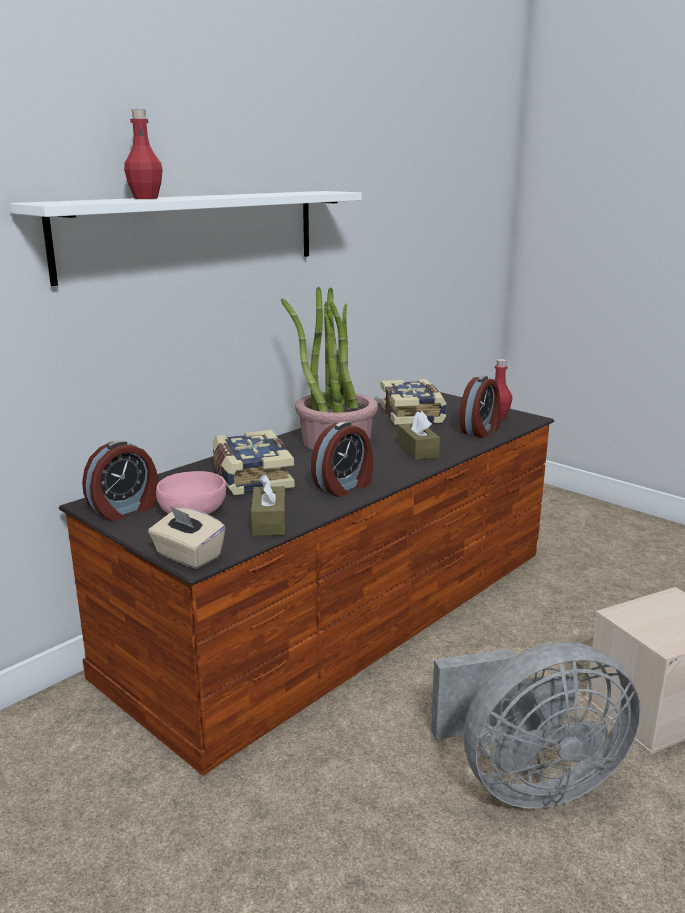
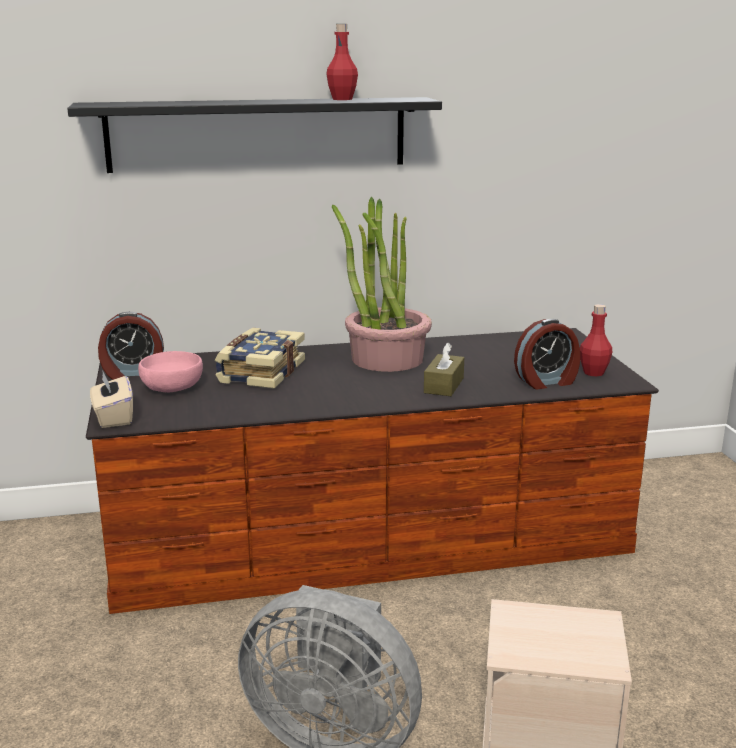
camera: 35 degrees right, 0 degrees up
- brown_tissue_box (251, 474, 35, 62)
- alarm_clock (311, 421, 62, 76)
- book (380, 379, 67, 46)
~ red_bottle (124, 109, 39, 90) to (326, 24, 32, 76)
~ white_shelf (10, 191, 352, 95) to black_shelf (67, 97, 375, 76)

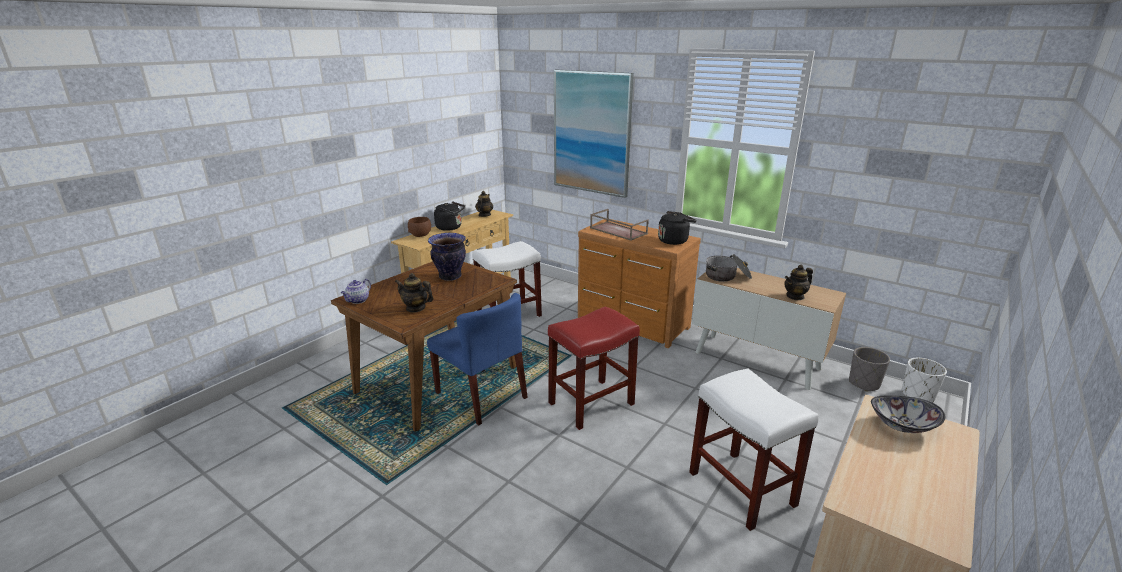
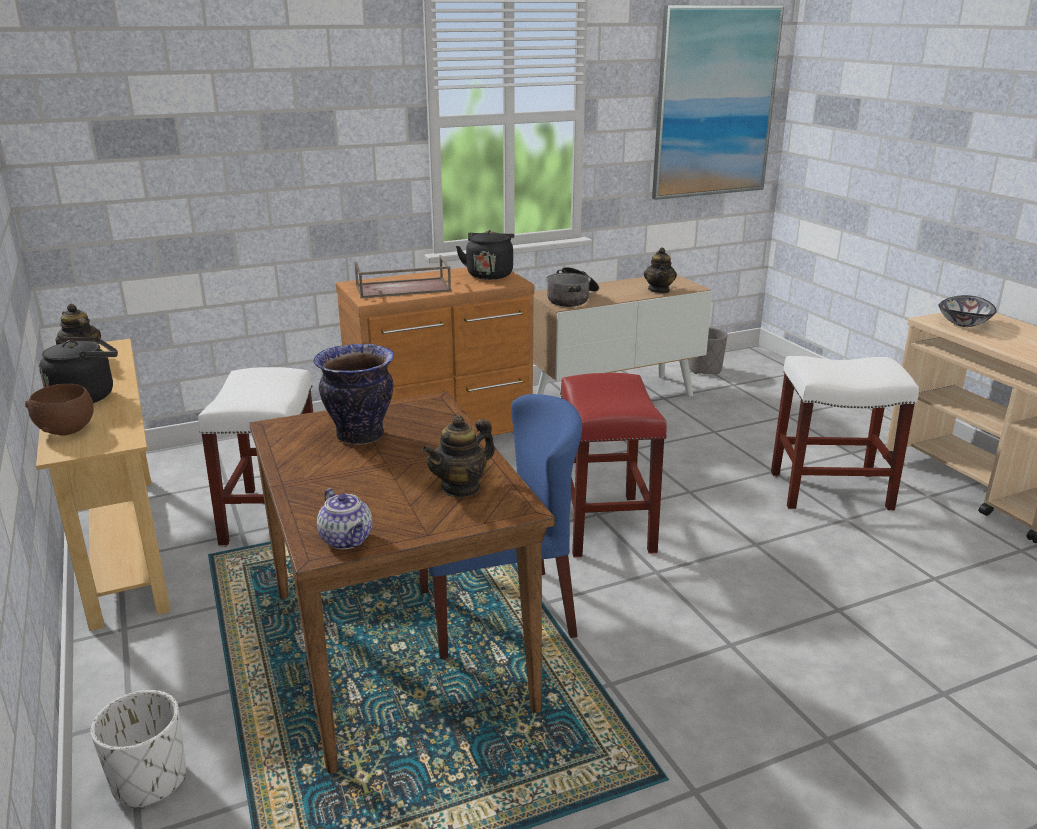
camera: 60 degrees left, 0 degrees up
~ picture (554, 70, 80, 128) to (652, 5, 132, 195)
~ white_planter (902, 358, 45, 45) to (91, 690, 95, 119)

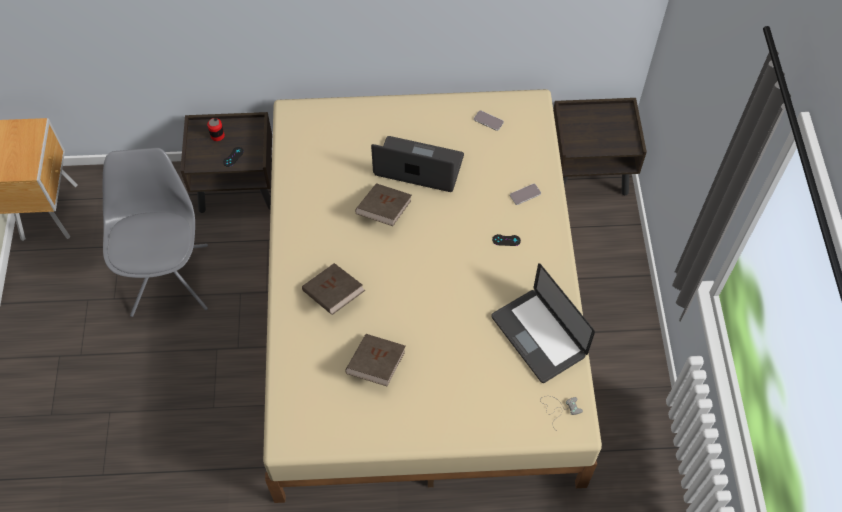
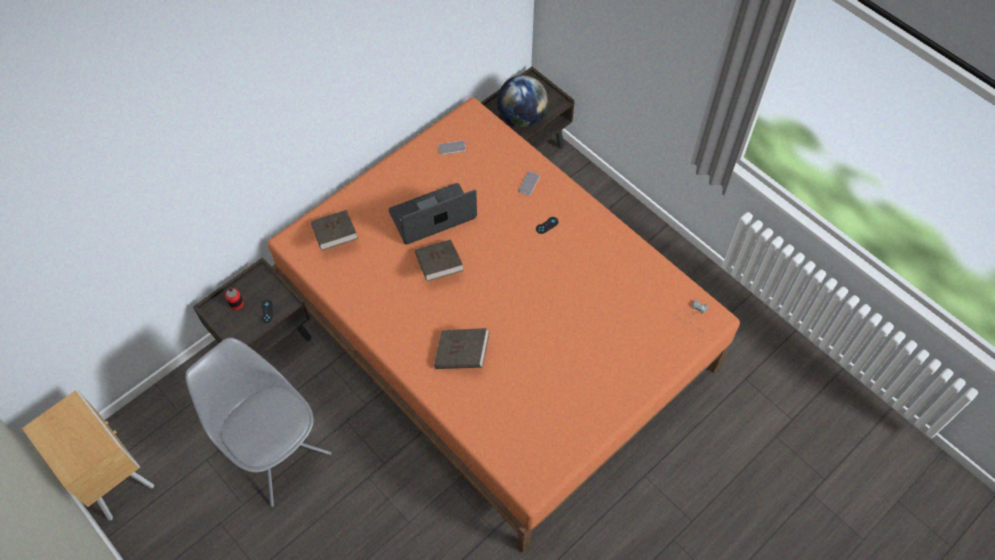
camera: 40 degrees left, 0 degrees up
- laptop (491, 263, 104, 120)
+ globe (497, 75, 51, 52)
~ brown_book (345, 334, 61, 53) to (311, 210, 47, 40)
~ beige_bed (263, 89, 339, 414) to orange_bed (268, 98, 472, 455)

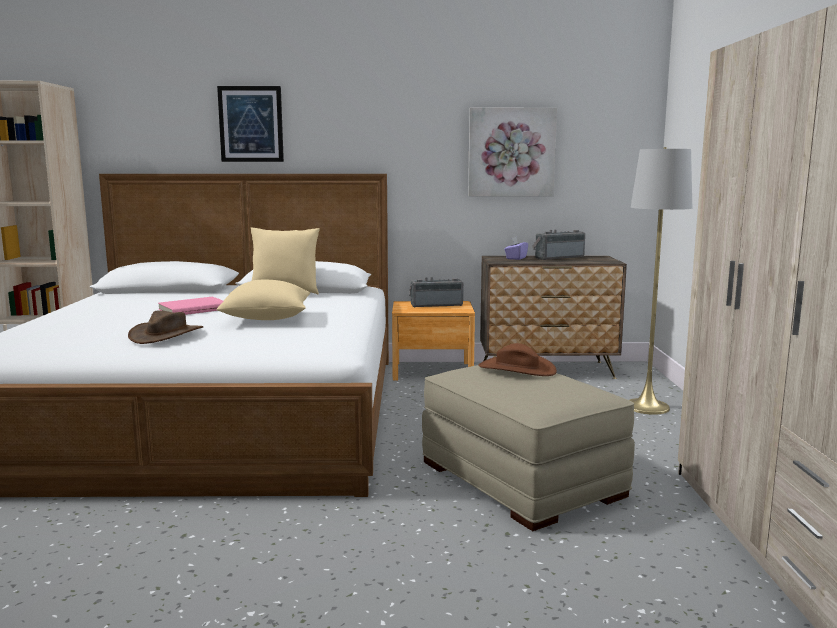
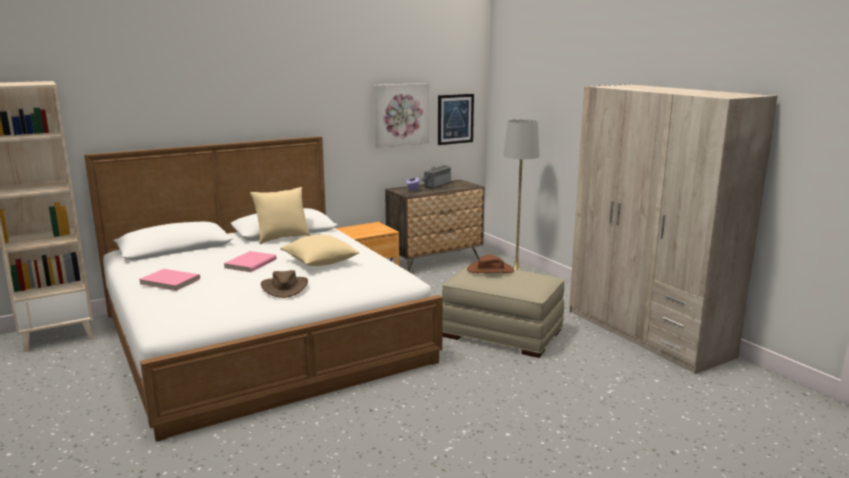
camera: 30 degrees left, 5 degrees up
- radio (409, 277, 54, 30)
+ pink_book (139, 269, 61, 22)
~ picture (217, 86, 67, 76) to (438, 94, 36, 51)

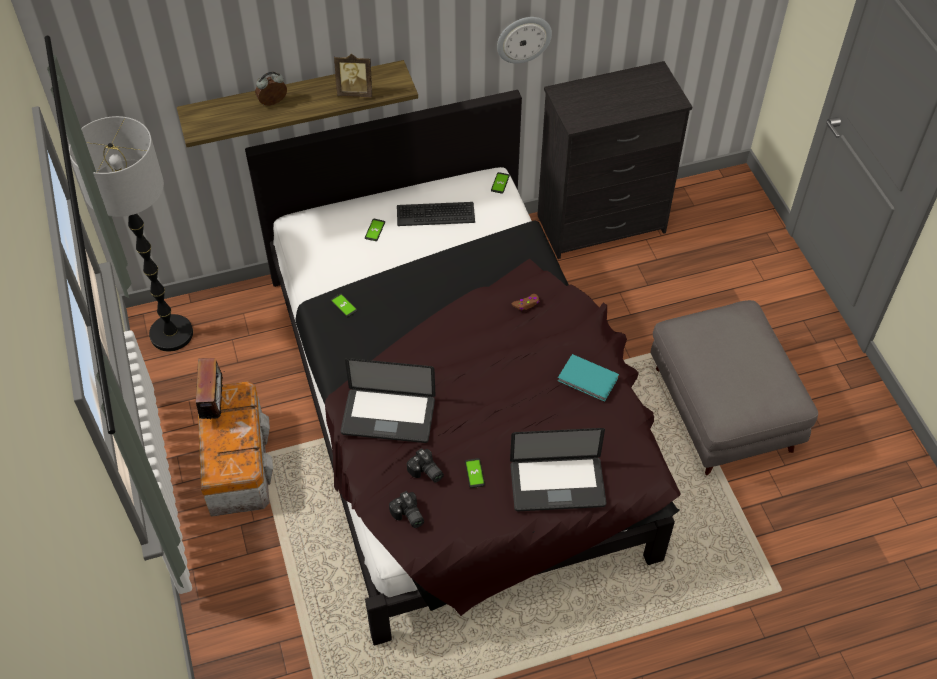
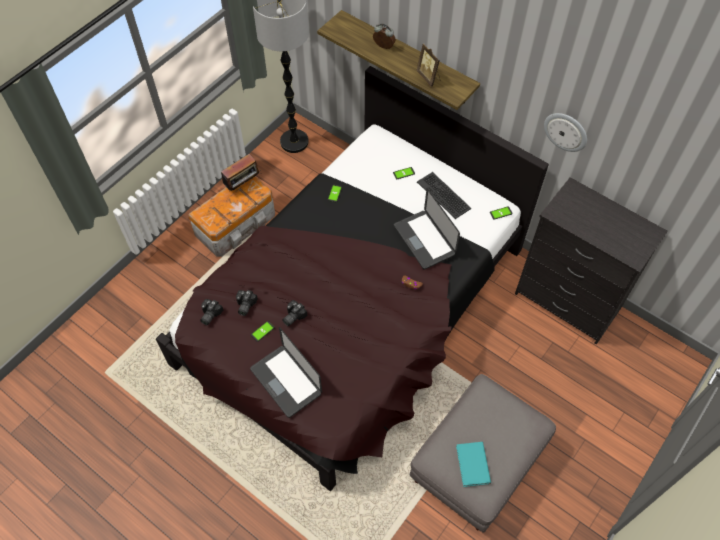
camera: 55 degrees right, 5 degrees up
+ photo_camera (282, 300, 25, 26)
~ laptop (341, 358, 95, 85) to (394, 189, 66, 81)
~ turquoise_book (558, 354, 61, 48) to (456, 442, 35, 45)

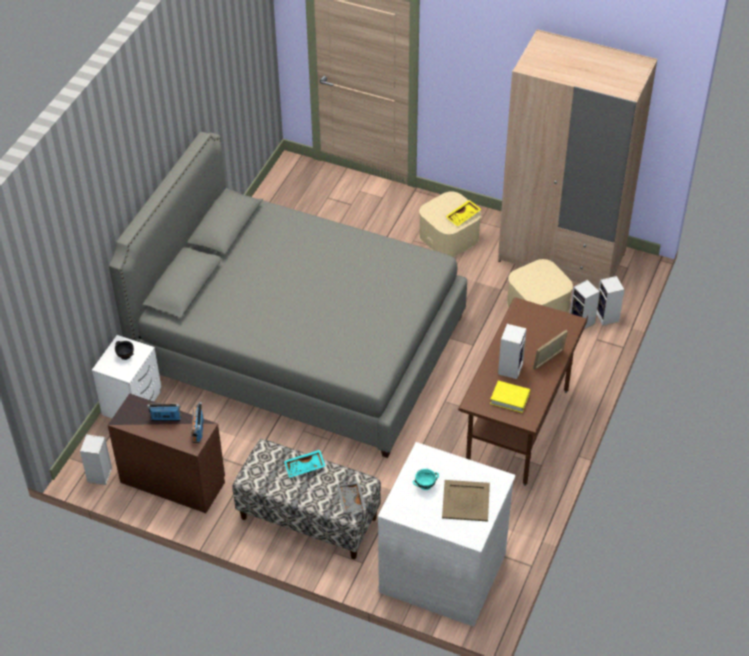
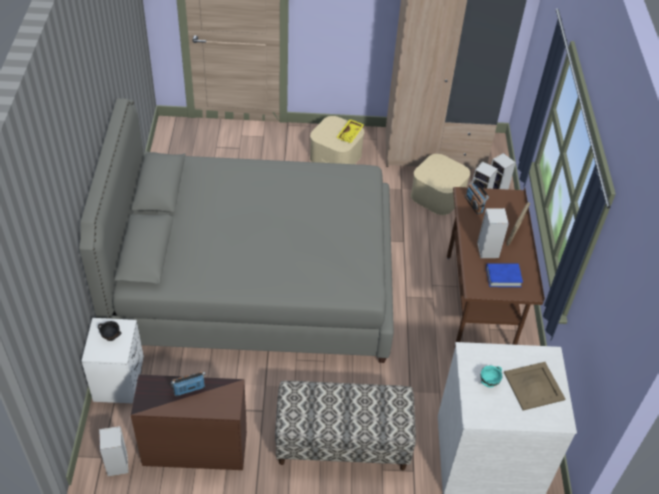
camera: 25 degrees left, 0 degrees up
- turquoise_tray (284, 450, 41, 28)
- grey_tray (337, 482, 29, 31)
~ radio (191, 402, 13, 41) to (465, 178, 24, 36)
~ yellow_book (490, 381, 40, 32) to blue_book (486, 263, 37, 24)

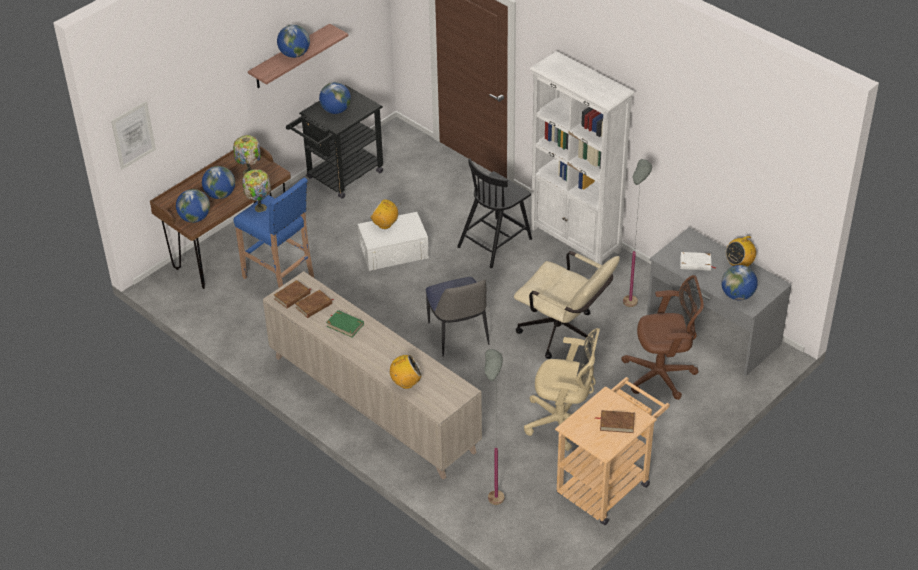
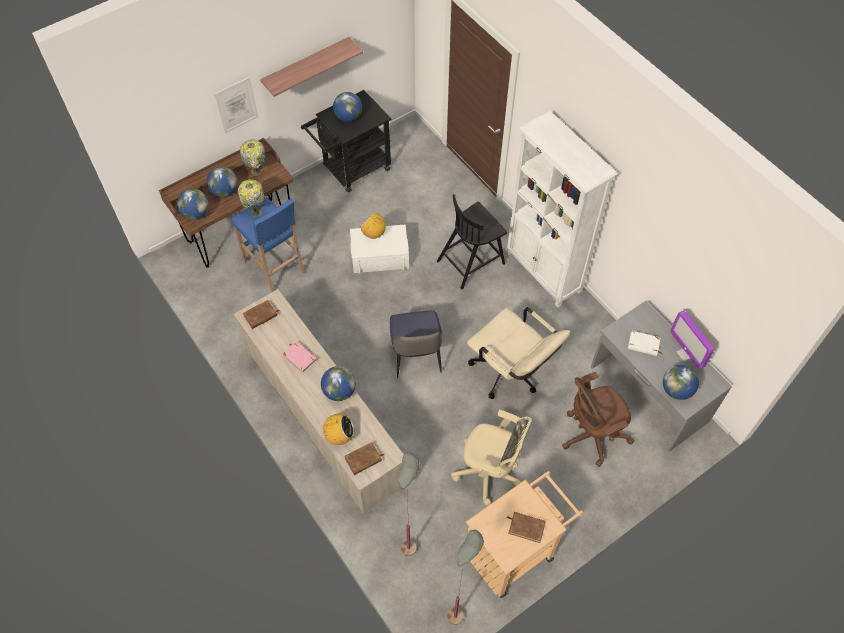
camera: 10 degrees right, 15 degrees up
~ picture (111, 101, 45, 69) to (214, 77, 44, 57)
~ globe (277, 25, 33, 33) to (321, 366, 35, 35)
~ brown_book (295, 290, 39, 28) to (344, 442, 40, 33)
~ grey_floor_lamp (623, 159, 29, 148) to (447, 529, 37, 96)
~ radio (725, 233, 31, 34) to monitor (670, 311, 44, 58)
~ green_book (326, 310, 38, 27) to pink_book (282, 341, 35, 32)
~ brown_office_chair (621, 275, 83, 125) = (562, 372, 73, 95) 150 degrees clockwise

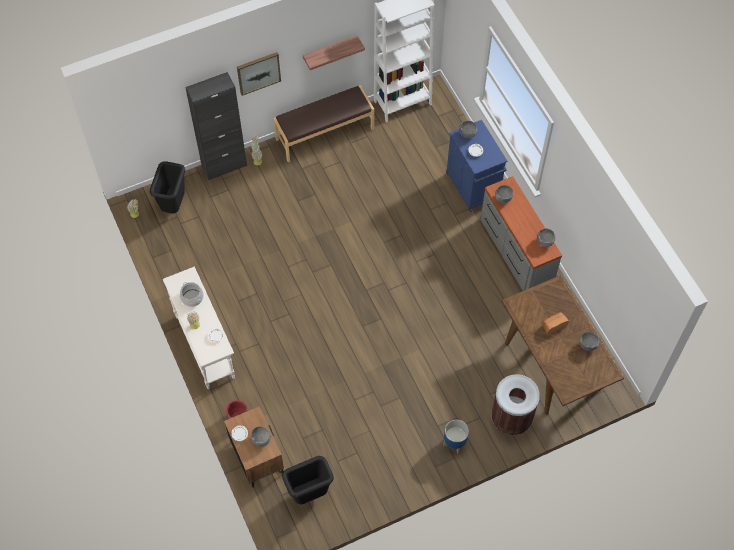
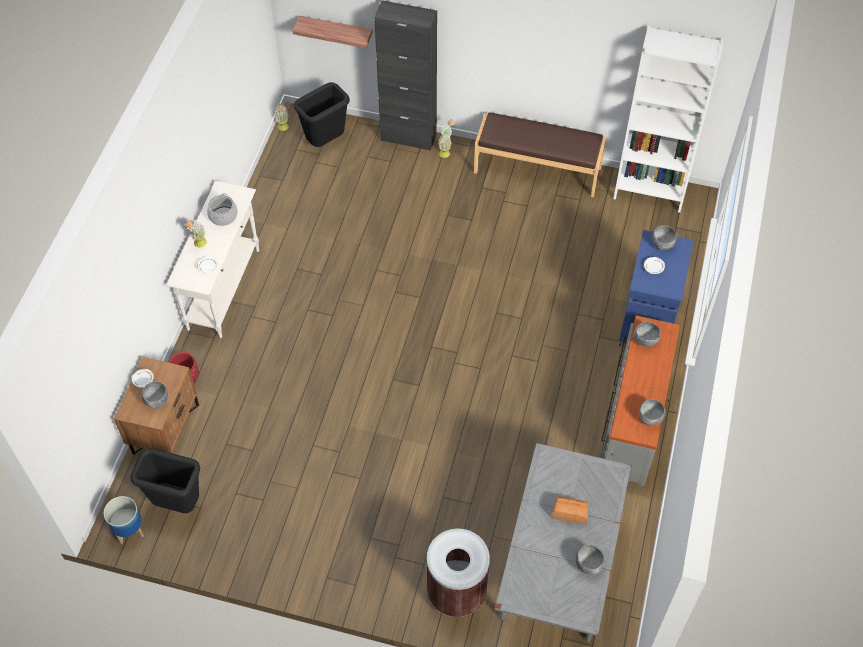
camera: 40 degrees right, 5 degrees down
- picture (237, 52, 44, 44)
~ shelf (303, 35, 62, 35) to (292, 16, 81, 32)
~ planter (443, 420, 26, 34) to (104, 496, 40, 48)
~ brown_dining_table (501, 275, 123, 140) to grey_dining_table (495, 443, 137, 199)

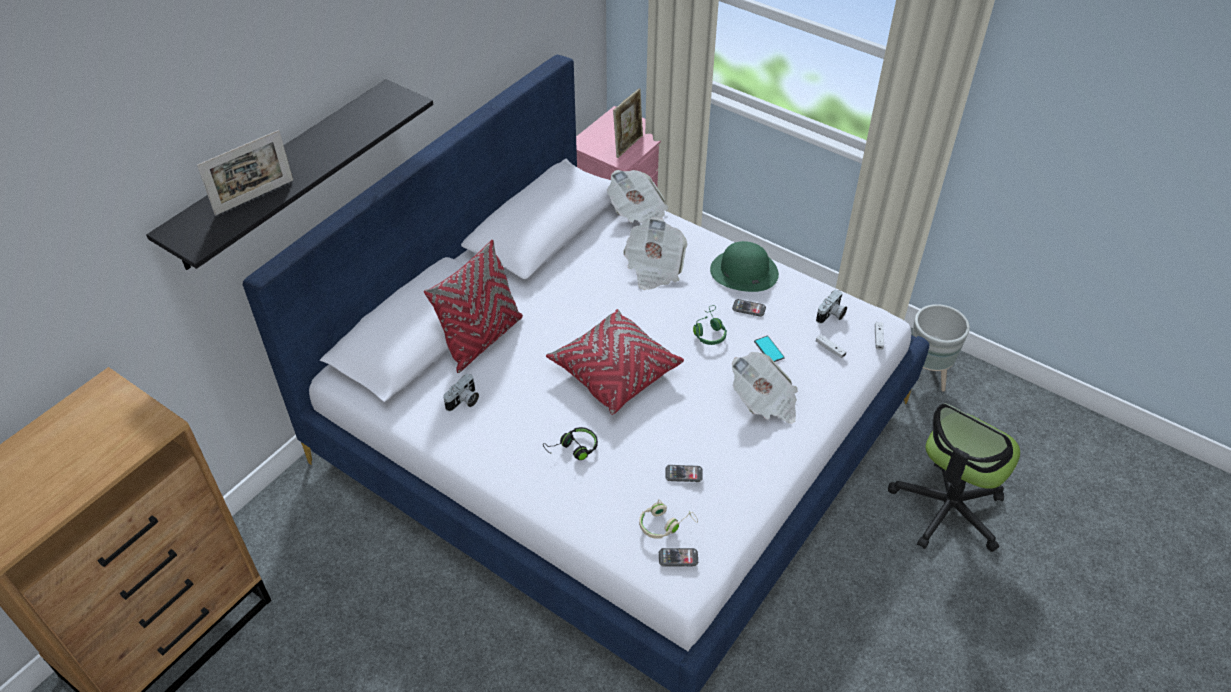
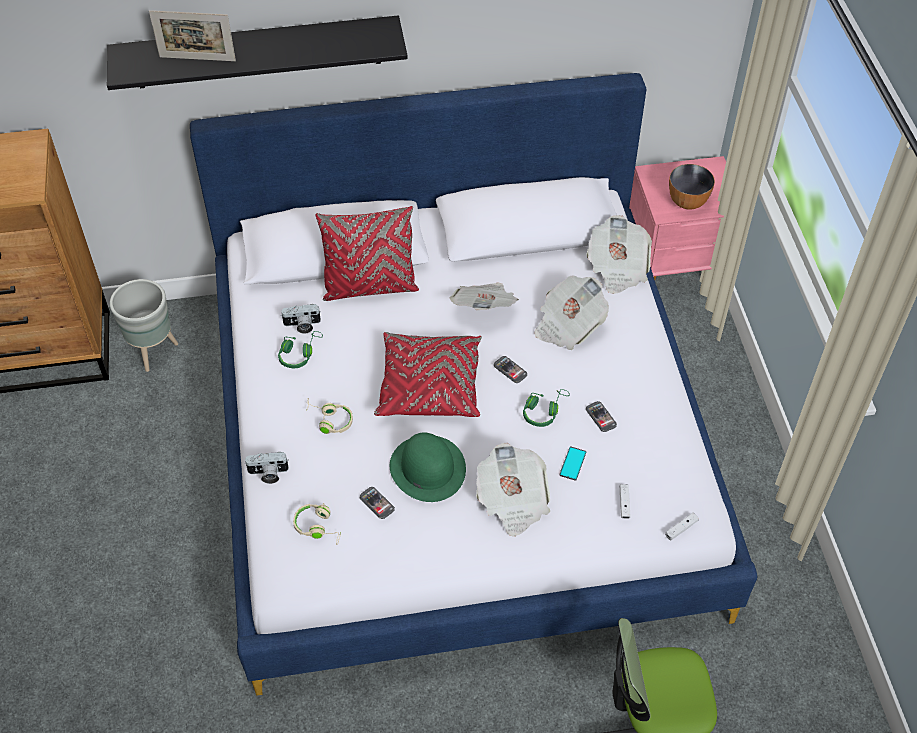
camera: 45 degrees right, 5 degrees up
+ green_headphones (278, 331, 45, 37)
+ newspaper (450, 283, 69, 27)
~ phone (659, 548, 39, 19) to (494, 356, 33, 27)
~ green_hat (710, 241, 69, 51) to (390, 433, 76, 69)
~ photo_camera (816, 289, 31, 35) to (244, 452, 45, 32)
~ grey_planter (912, 304, 58, 88) to (110, 279, 68, 93)
~ picture_frame (613, 88, 30, 70) to bowl (669, 164, 46, 45)
~ black_headphones (543, 427, 55, 33) to beige_headphones (306, 398, 47, 36)

